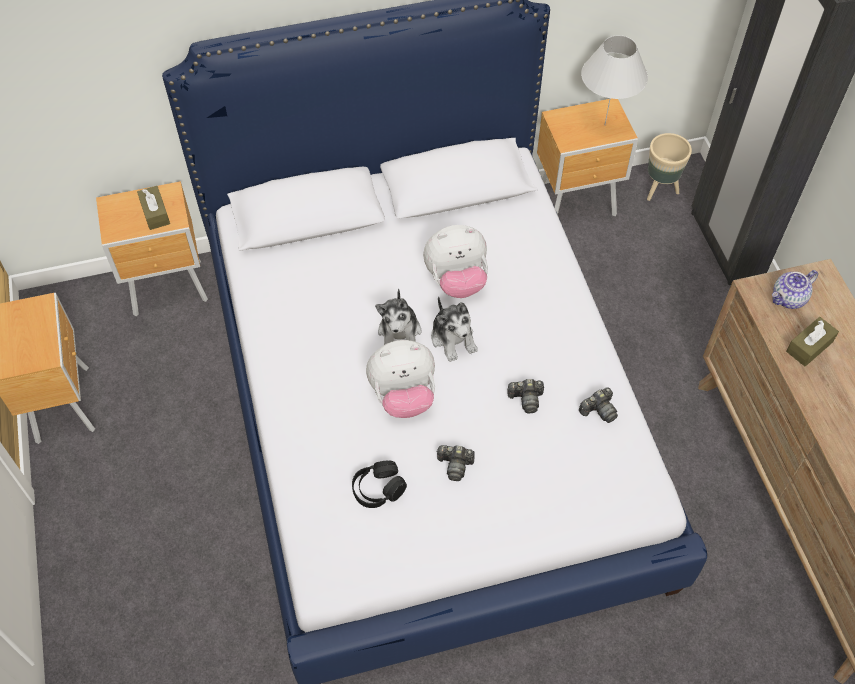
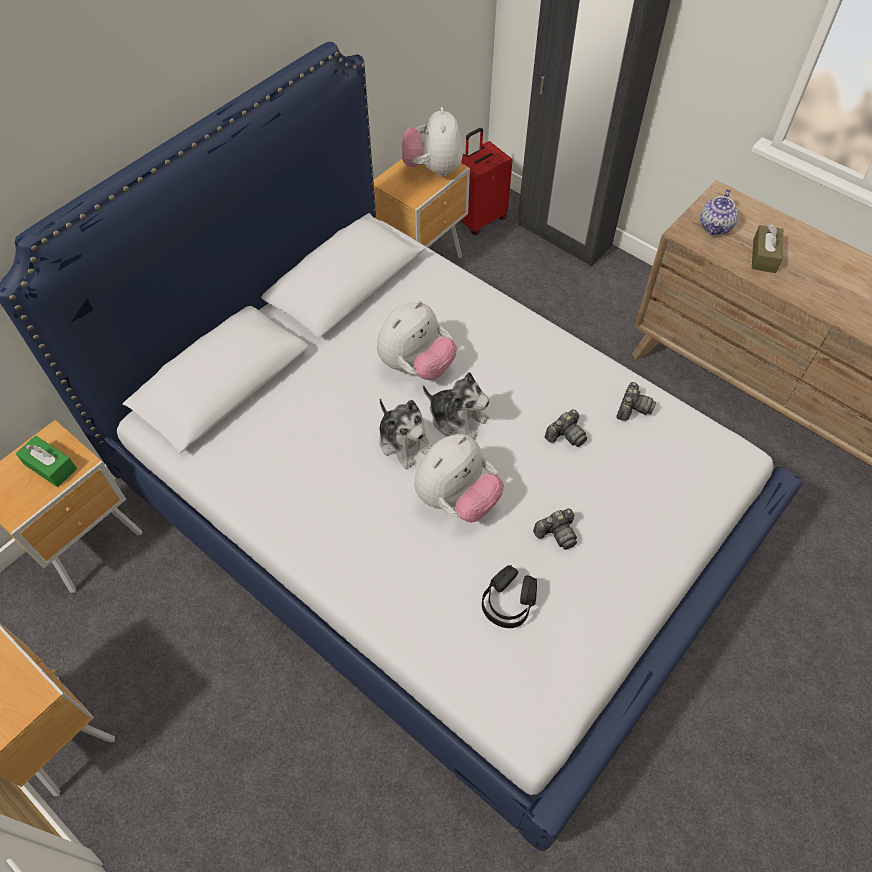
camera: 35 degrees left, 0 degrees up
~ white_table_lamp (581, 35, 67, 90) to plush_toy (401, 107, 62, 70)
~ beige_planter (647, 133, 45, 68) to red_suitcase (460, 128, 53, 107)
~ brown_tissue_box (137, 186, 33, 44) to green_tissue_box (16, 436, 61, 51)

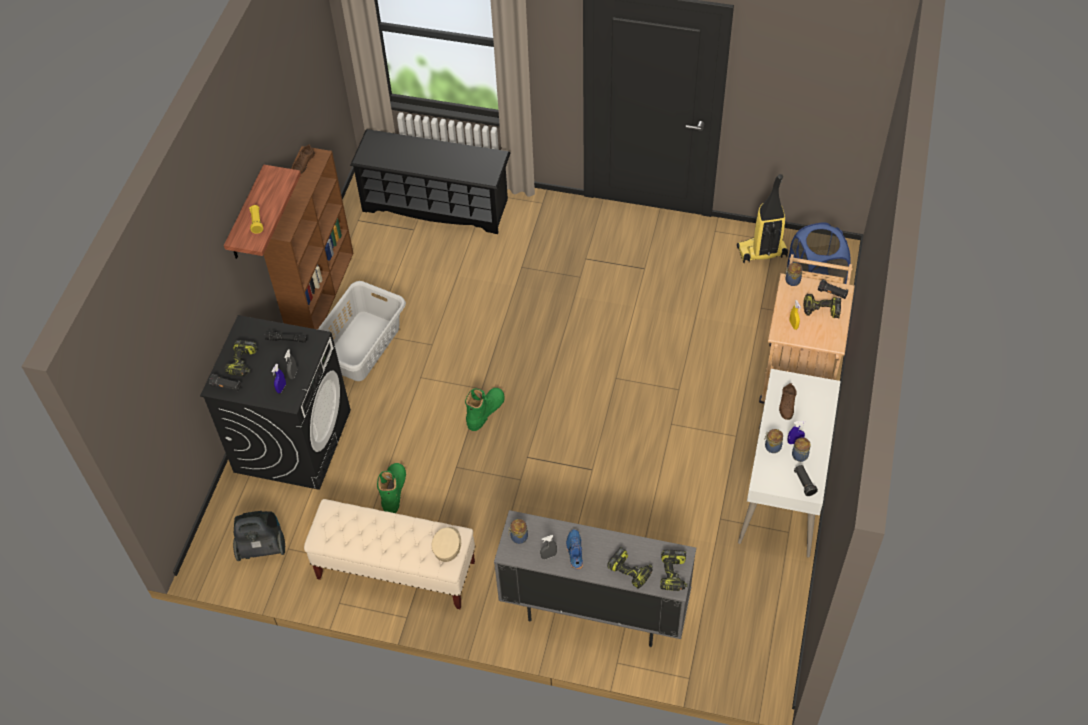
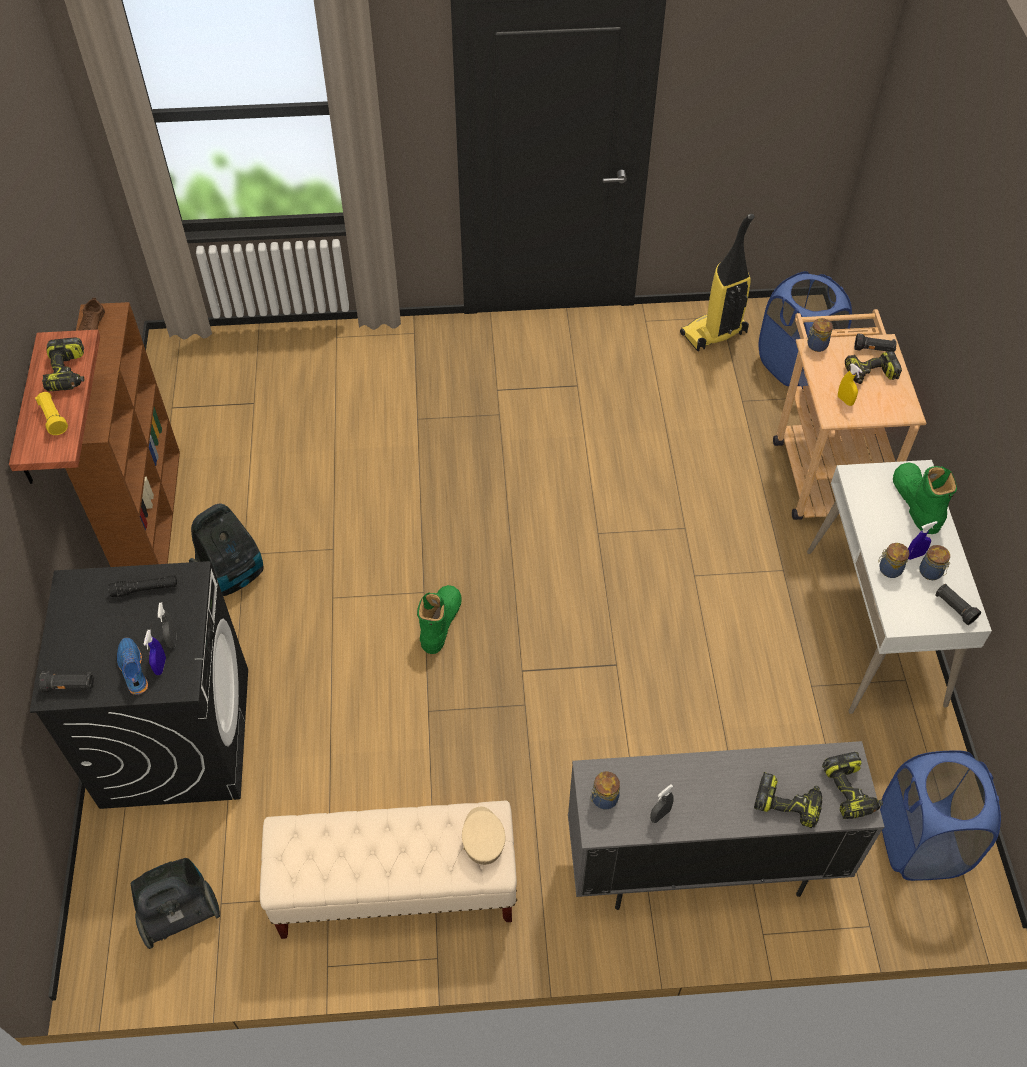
camera: 20 degrees left, 0 degrees up
- black_shoe_rack (350, 129, 161, 105)
- brown_shoe (779, 383, 18, 37)
+ blue_laundry_basket (880, 750, 121, 131)
~ power_drill (225, 340, 32, 36) to (42, 337, 42, 54)
~ green_boot (377, 463, 29, 50) to (893, 462, 64, 72)
~ blue_shoe (566, 529, 17, 41) to (117, 638, 31, 57)
~ grey_laundry_basket (318, 281, 88, 100) to vacuum_cleaner (189, 503, 75, 93)

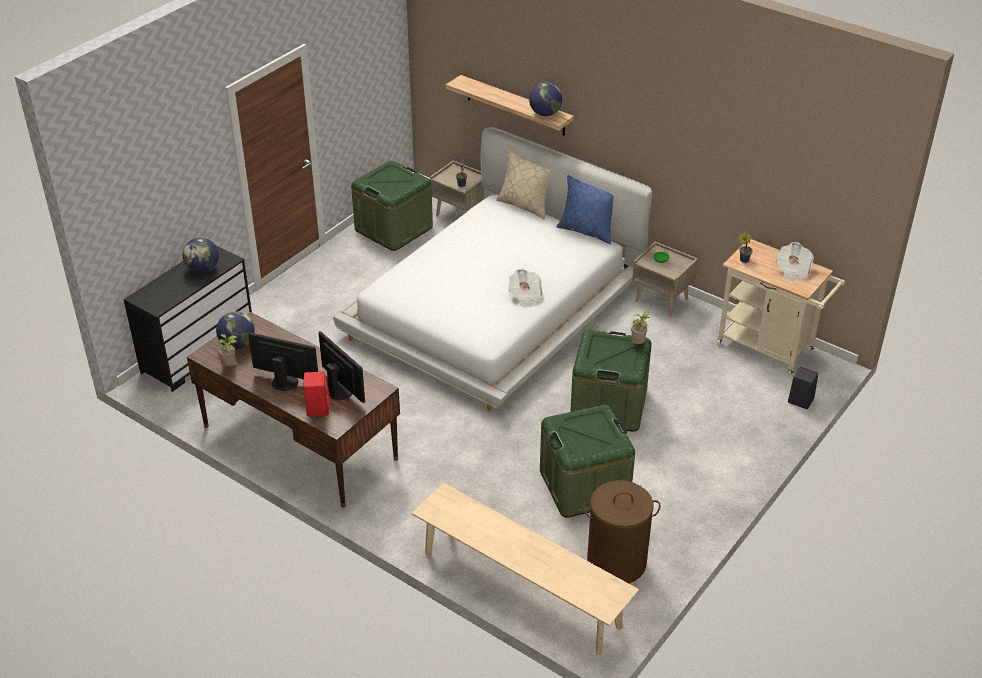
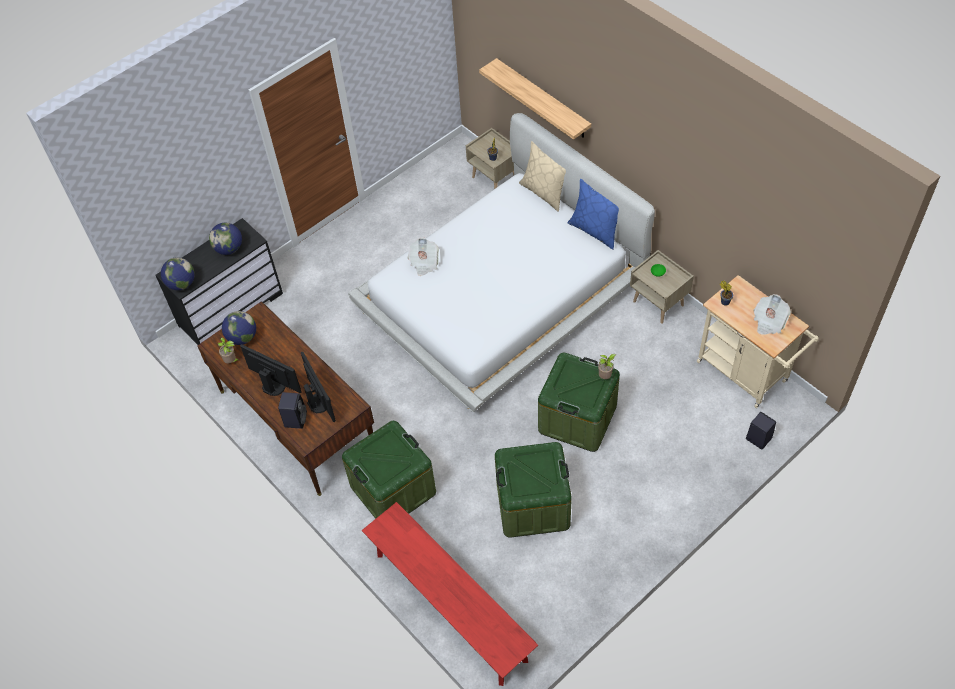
camera: 15 degrees right, 15 degrees up
- brown_laundry_basket (583, 480, 78, 103)
~ green_storage_box (351, 161, 82, 90) to (342, 421, 94, 98)
~ newspaper (508, 269, 35, 39) to (408, 237, 31, 39)
~ globe (529, 82, 33, 34) to (161, 257, 34, 33)
~ red_speaker (303, 372, 27, 44) to black_speaker (278, 392, 29, 37)
~ beige_bench (412, 483, 227, 172) to red_bench (362, 502, 176, 184)

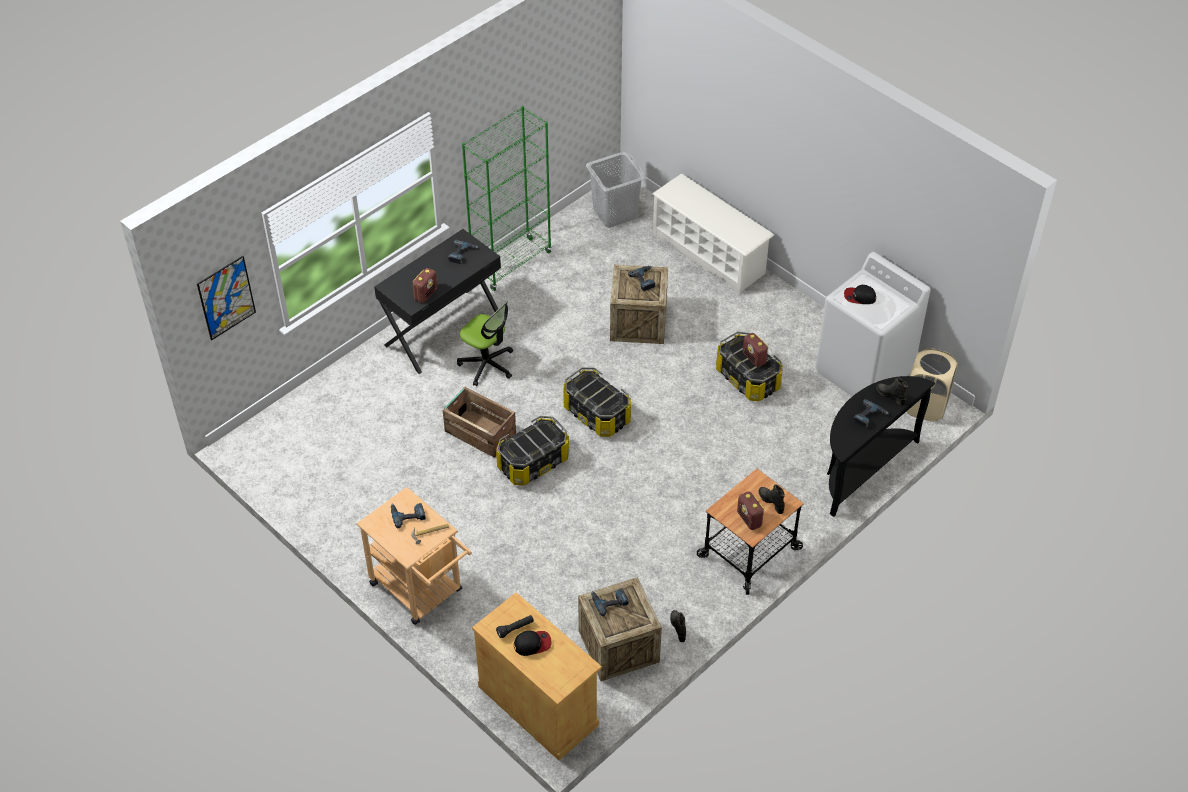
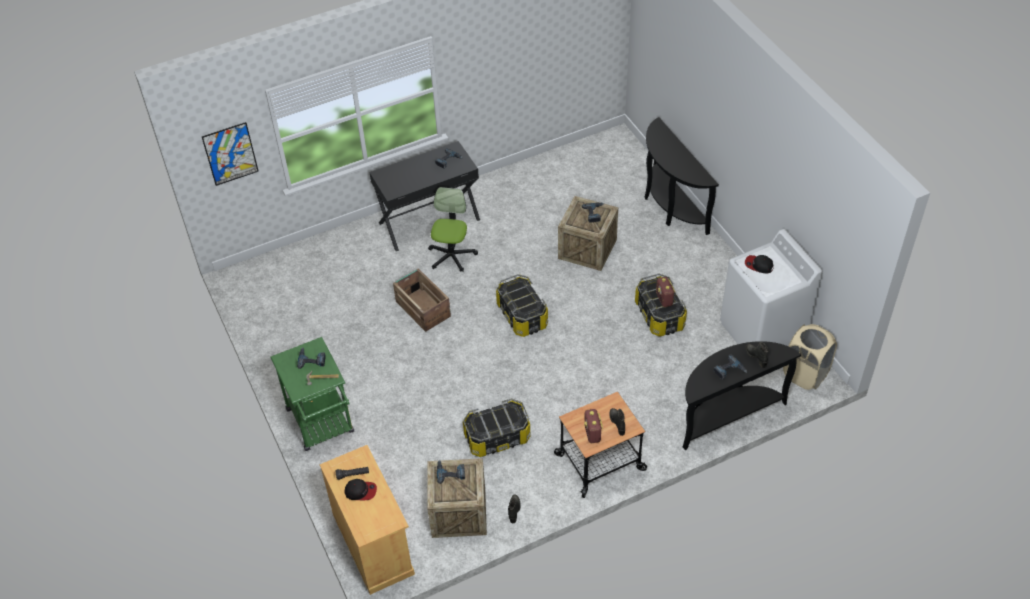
camera: 20 degrees right, 0 degrees up
- radio (413, 268, 24, 35)
- green_bookcase (462, 106, 90, 185)
- grey_laundry_basket (586, 151, 60, 77)
~ storage_box (496, 416, 73, 70) to (463, 398, 67, 59)
~ white_shoe_rack (652, 174, 122, 121) to black_console_table (645, 117, 74, 118)
~ beige_cart (357, 487, 115, 138) to green_cart (270, 337, 84, 114)
~ office_chair (457, 301, 56, 85) = (428, 187, 50, 85) 135 degrees counterclockwise

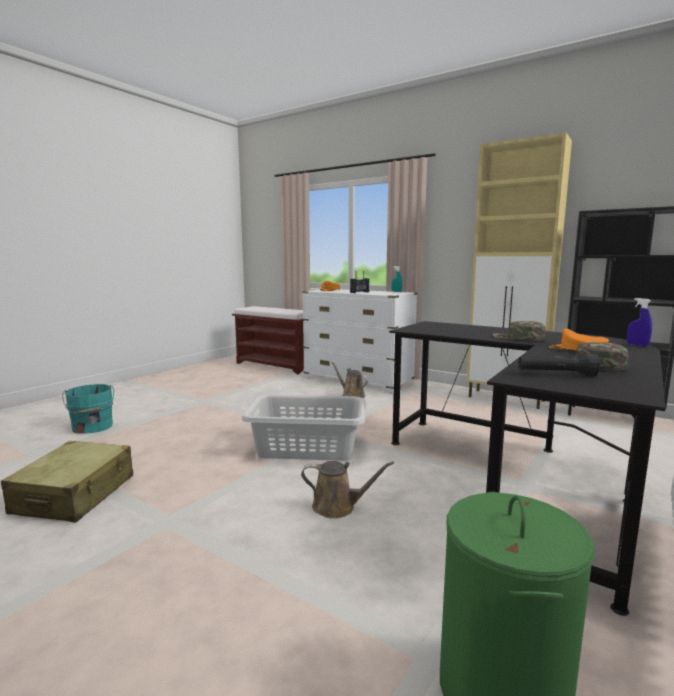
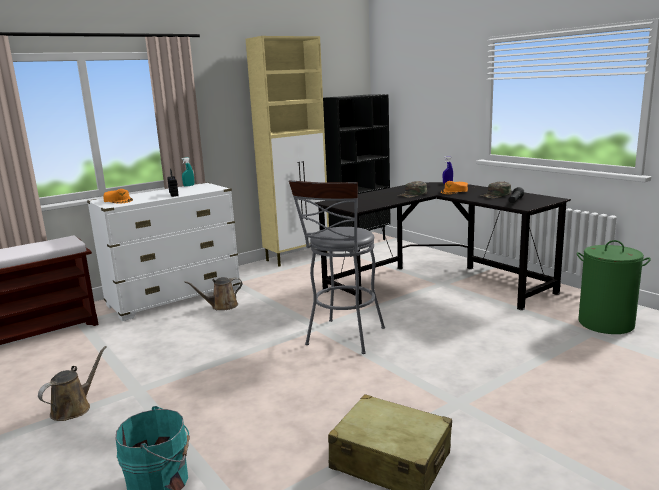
camera: 70 degrees left, 5 degrees up
~ brown_watering_can (301, 461, 93, 58) to (38, 346, 68, 75)
~ grey_laundry_basket (242, 394, 124, 67) to grey_stool (289, 180, 96, 174)

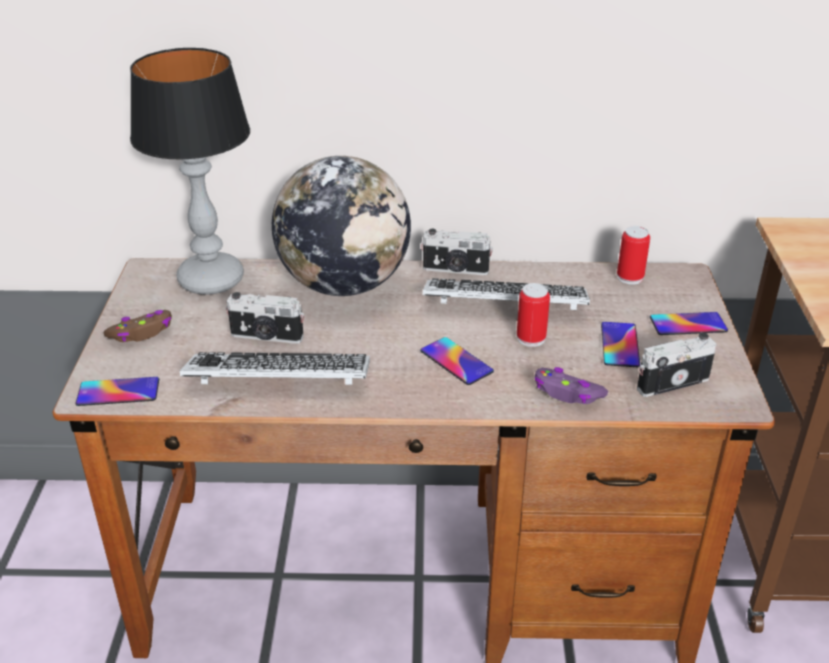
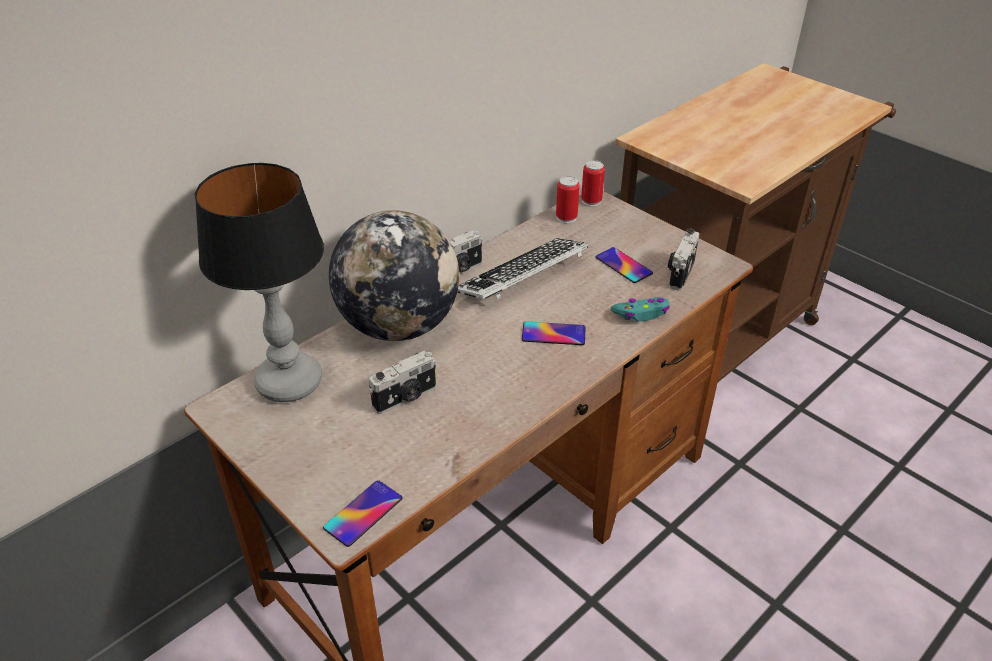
camera: 45 degrees left, 5 degrees up
- brown_game_controller (103, 310, 69, 32)
- keyboard (180, 352, 190, 33)
- phone (650, 312, 78, 23)
~ can (517, 283, 33, 64) to (581, 160, 24, 46)
~ purple_game_controller (535, 367, 73, 37) to turquoise_game_controller (611, 297, 59, 25)

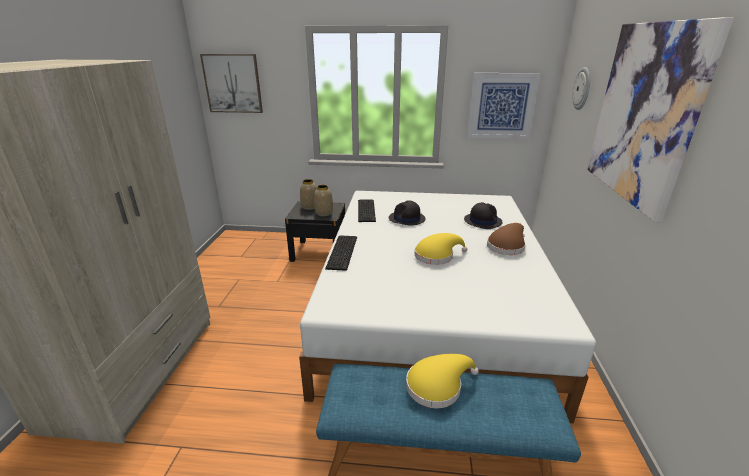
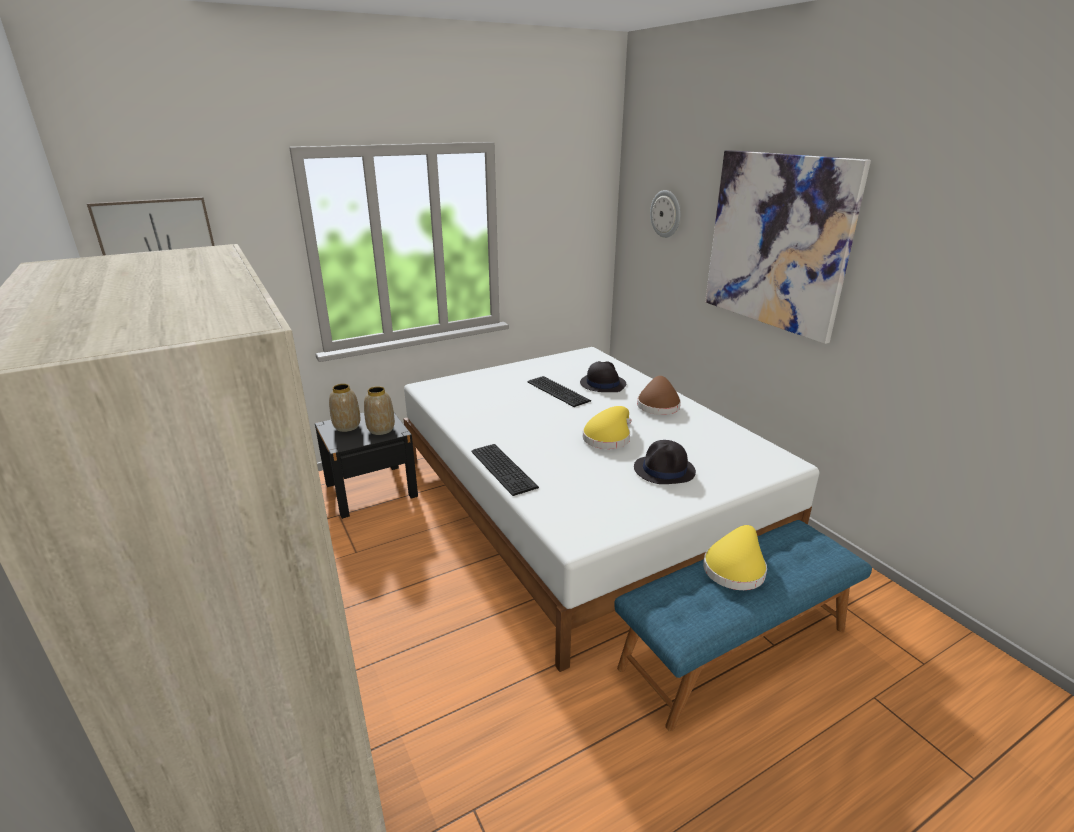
camera: 35 degrees left, 0 degrees up
- picture (468, 73, 73, 66)
~ keyboard (358, 199, 18, 23) to (528, 376, 63, 31)
~ black_hat (389, 200, 37, 26) to (634, 440, 62, 44)

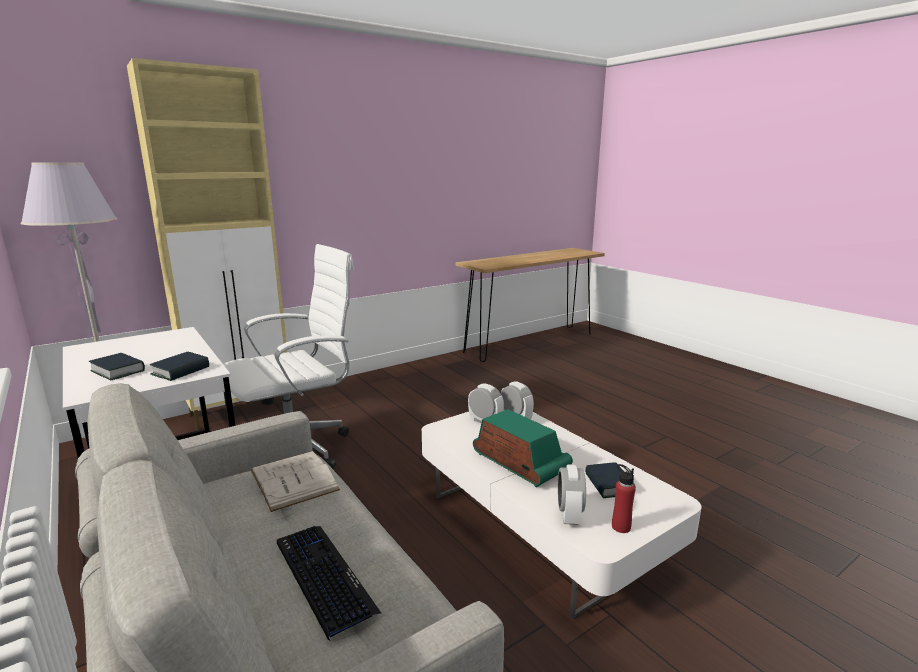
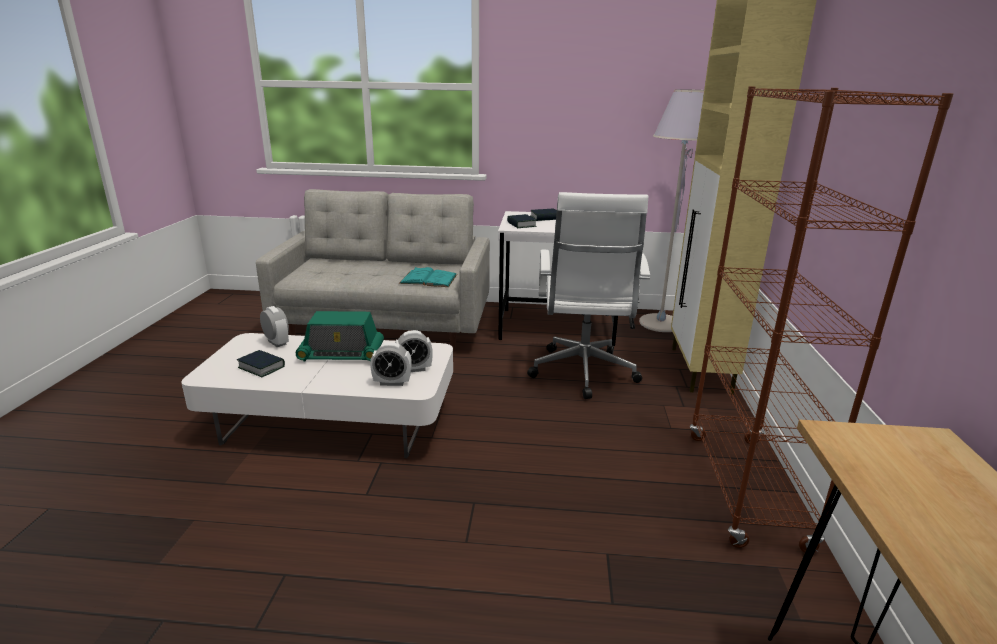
camera: 130 degrees right, 5 degrees up
- keyboard (277, 526, 104, 114)
- red_bottle (612, 464, 24, 69)
+ brown_bookcase (690, 86, 263, 466)
~ white_book (251, 451, 89, 61) to turquoise_book (399, 267, 58, 20)

